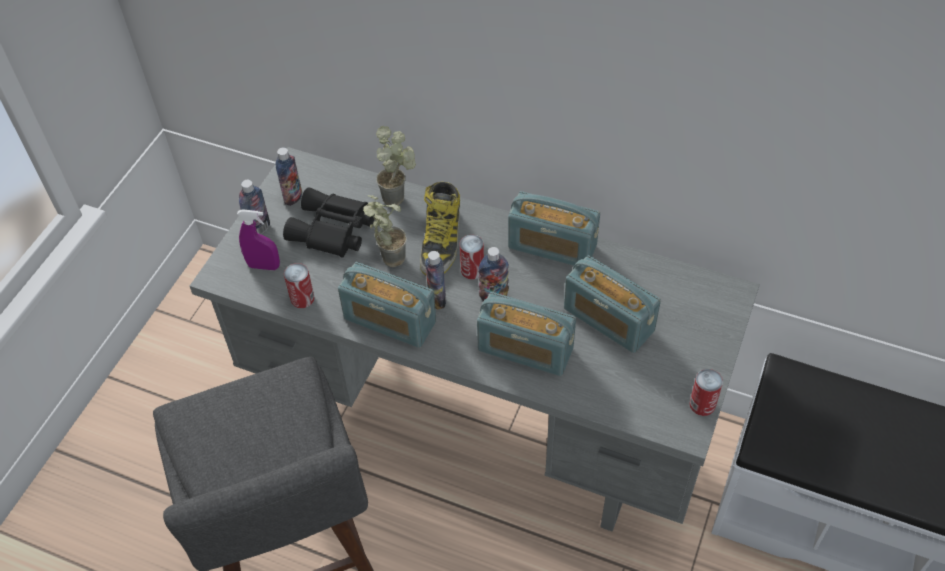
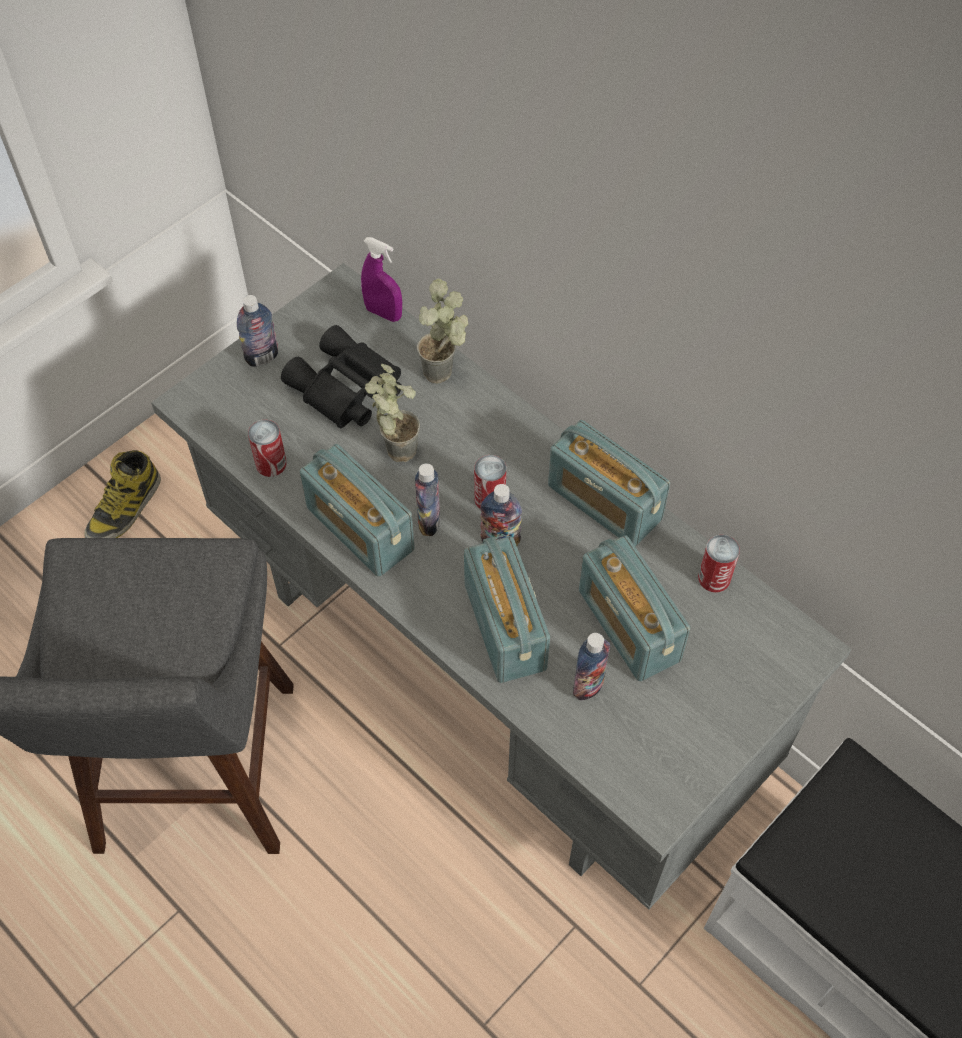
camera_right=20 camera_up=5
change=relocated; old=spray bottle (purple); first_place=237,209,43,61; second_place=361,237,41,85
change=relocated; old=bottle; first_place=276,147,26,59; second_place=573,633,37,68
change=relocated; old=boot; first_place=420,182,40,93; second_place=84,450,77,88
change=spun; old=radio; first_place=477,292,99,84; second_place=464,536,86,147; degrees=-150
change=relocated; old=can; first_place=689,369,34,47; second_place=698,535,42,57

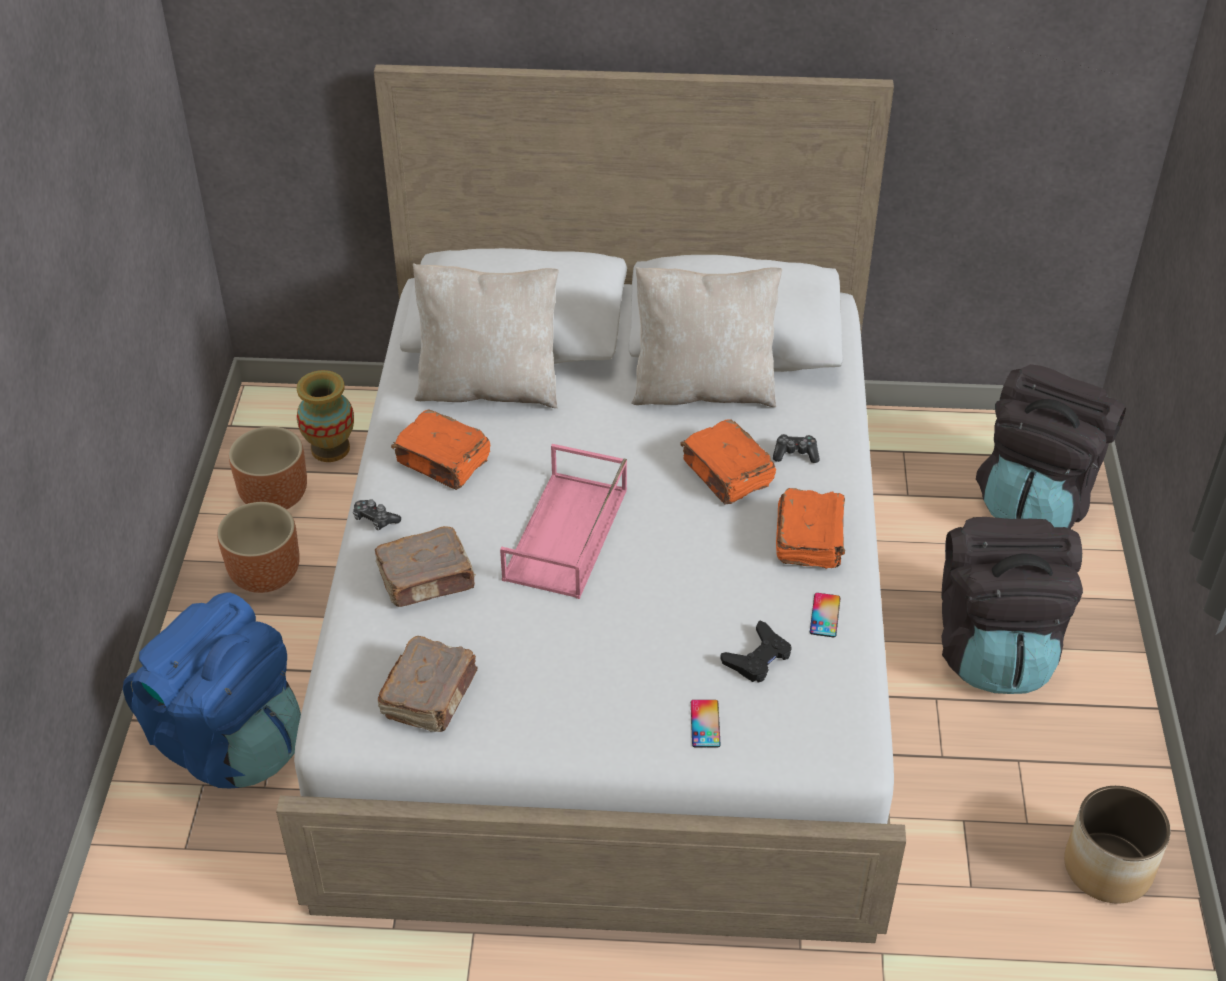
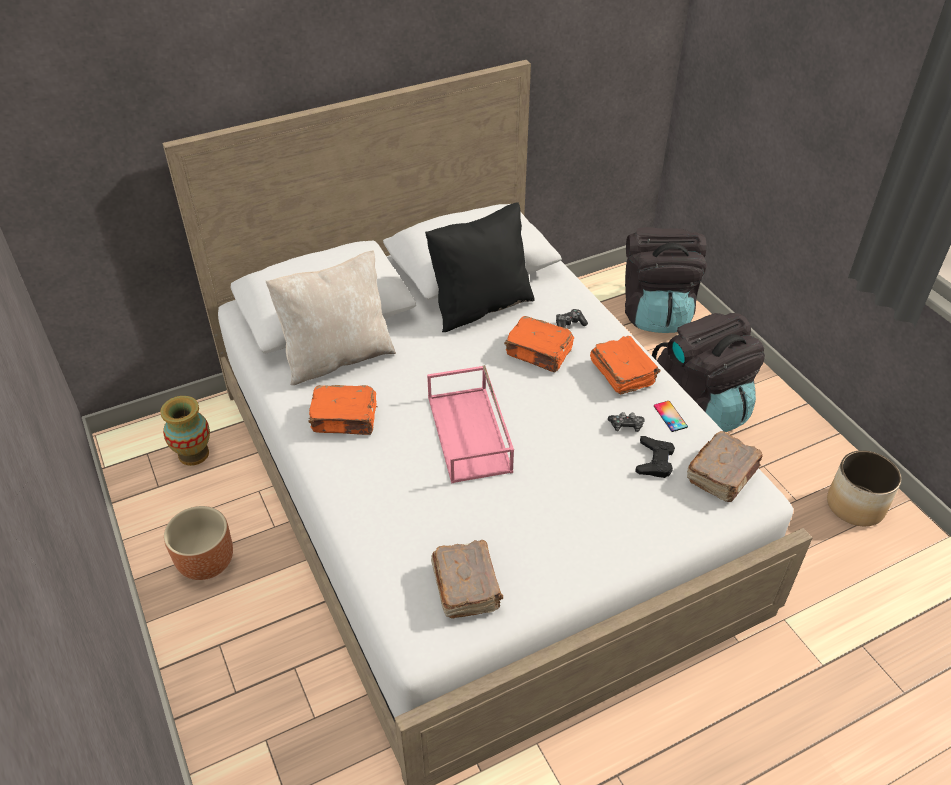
camera_right=-30 camera_up=0
change=missing; old=backpack (blue); first_place=123,592,178,196
change=missing; old=planter (brown); first_place=229,426,78,84
change=relocated; old=game controller; first_place=353,499,48,31; second_place=608,412,37,20
change=relocated; old=book (brown); first_place=375,526,101,81; second_place=687,431,76,71
change=colour; old=pillow (beige); new=pillow (black); first_place=631,267,151,140; second_place=425,202,110,130
change=missing; old=phone; first_place=691,700,30,48

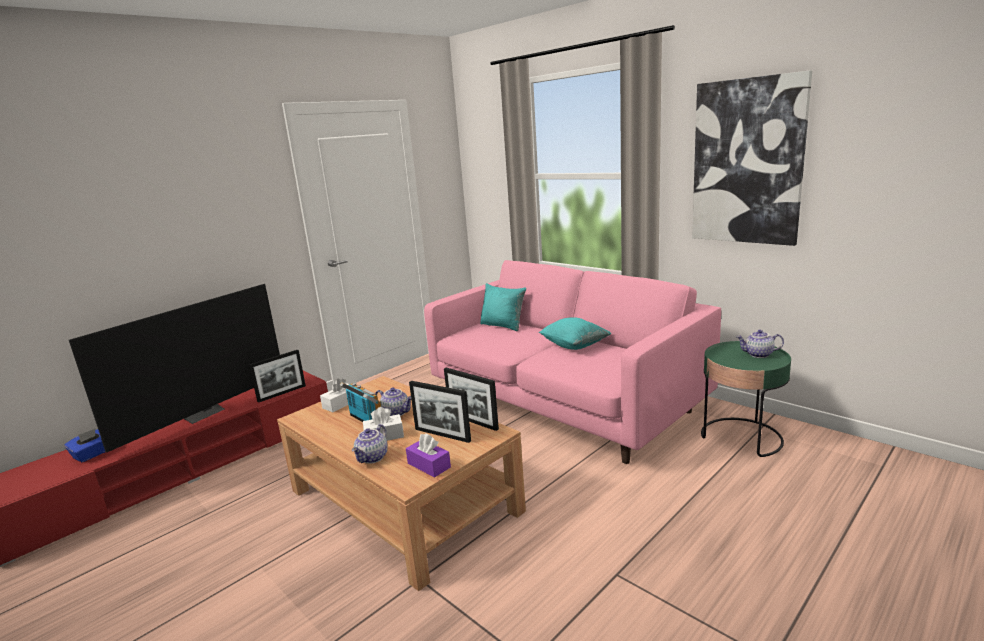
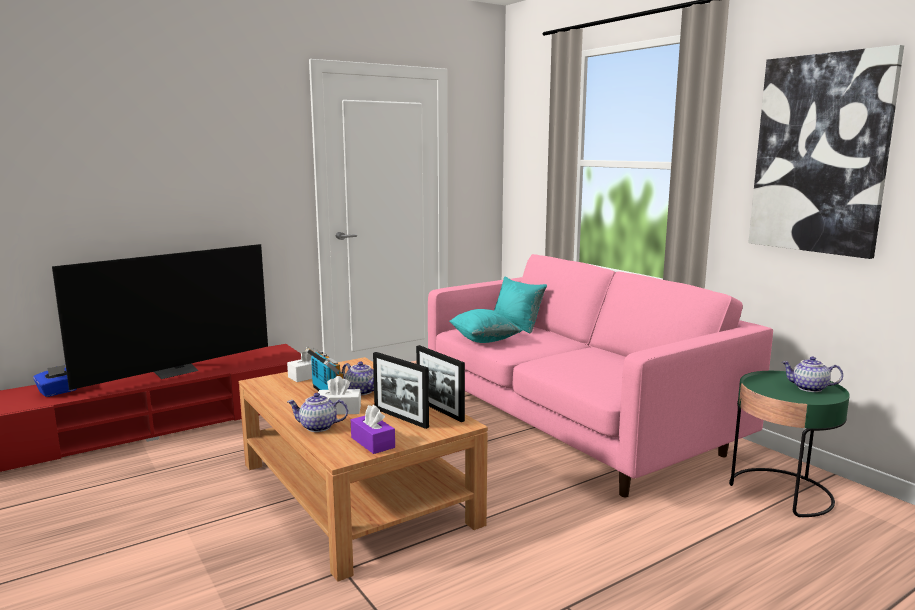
camera_right=10 camera_up=-5
change=missing; old=picture frame; first_place=249,350,57,53
change=spun; old=teapot; first_place=352,424,36,40; second_place=287,393,61,39; degrees=60
change=relocated; old=pillow (turquoise); first_place=539,317,72,33; second_place=449,309,74,34

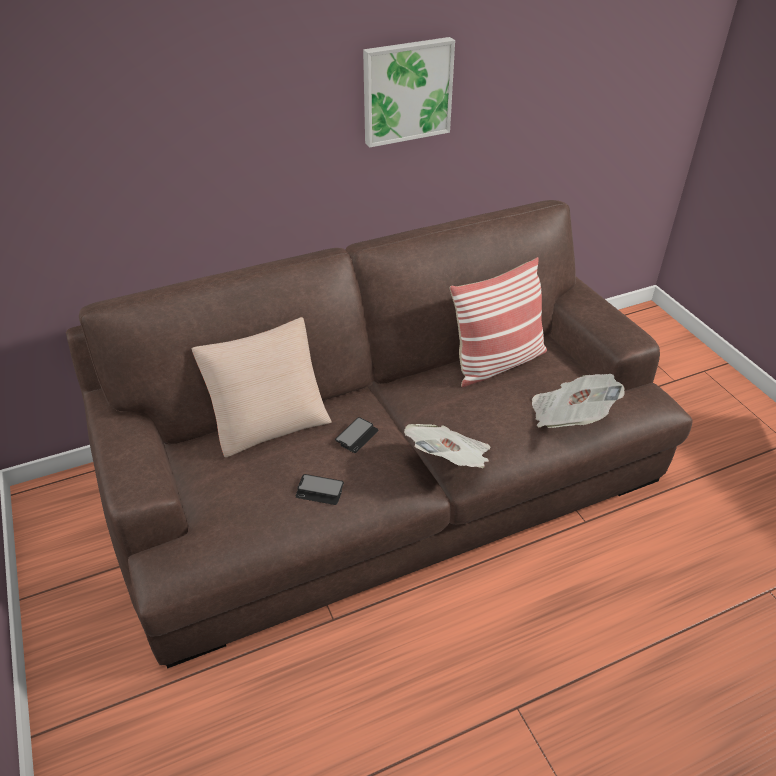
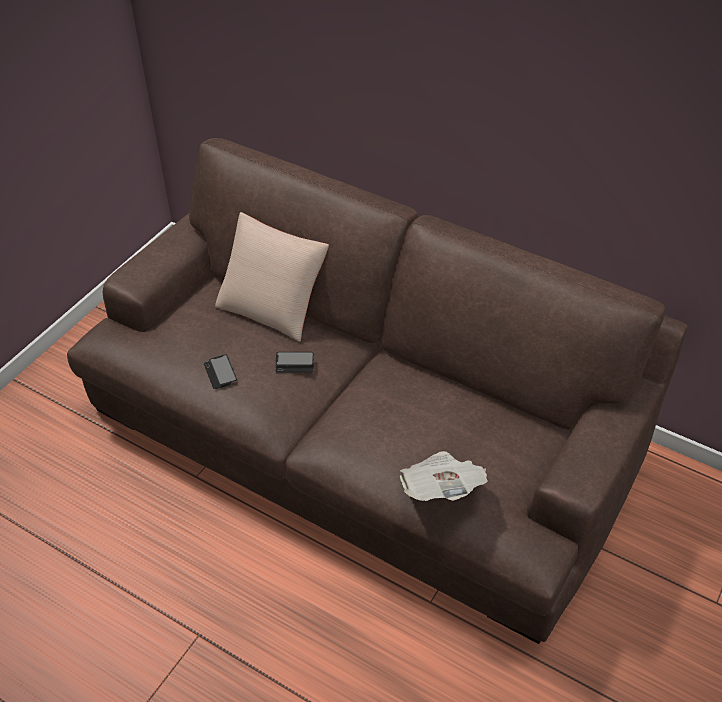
camera_right=55 camera_up=5
change=missing; old=picture; first_place=363,37,92,111
change=missing; old=newspaper; first_place=404,424,86,44
change=missing; old=pillow; first_place=449,257,98,130

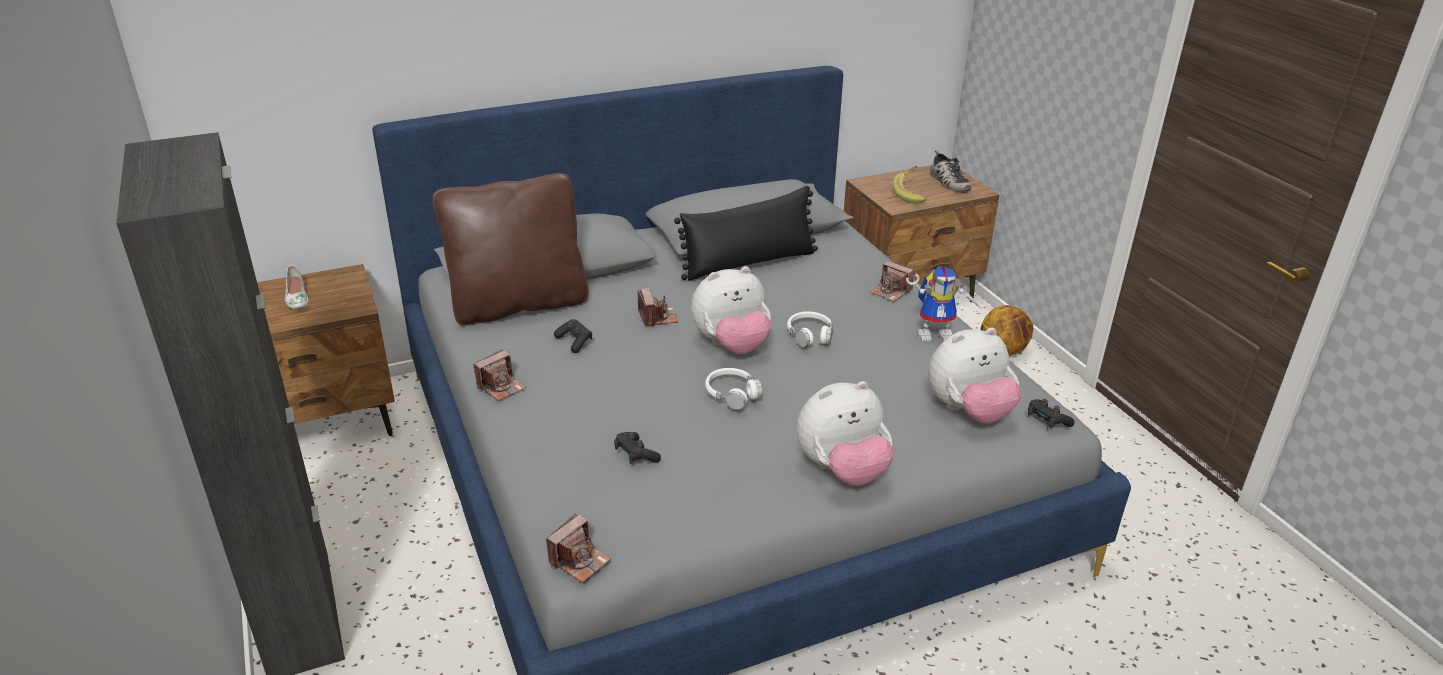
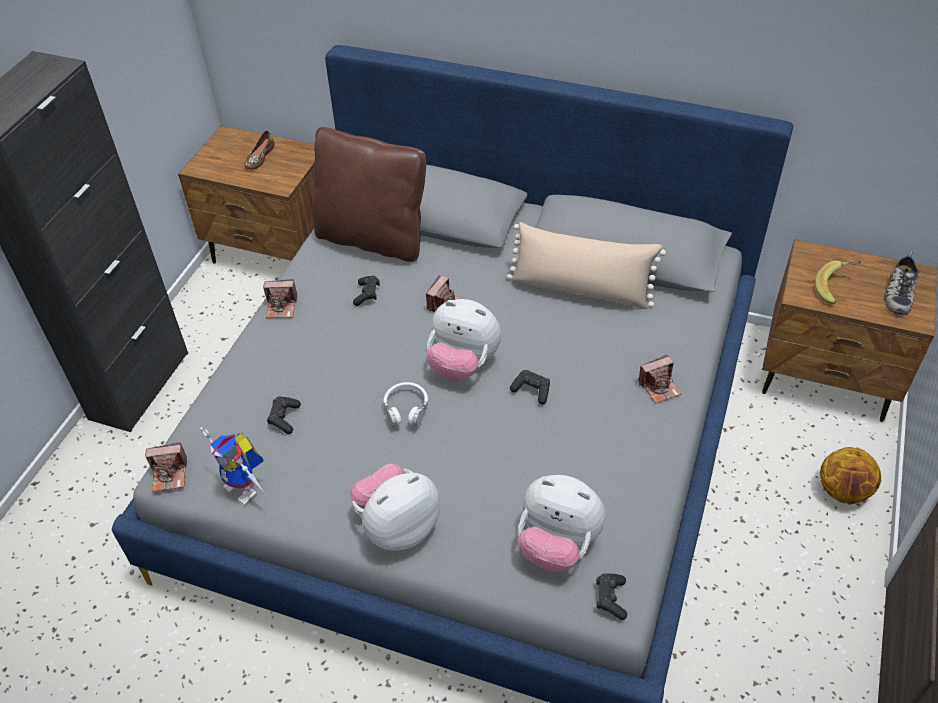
camera_right=45 camera_up=15
change=colour; old=shoe (white); new=shoe (brown); first_place=285,265,24,44; second_place=245,131,30,39
change=colour; old=pillow (black); new=pillow (beige); first_place=674,186,144,95; second_place=507,222,159,87
change=exchanged; old=headphones (white); new=game controller (black); first_place=787,311,46,36; second_place=510,370,40,34
change=spun; old=plush toy; first_place=796,381,98,105; second_place=350,464,90,87; degrees=120
change=spun; old=photo camera; first_place=870,261,45,41; second_place=638,355,43,49; degrees=-105
change=relocated; old=toy robot; first_place=906,266,75,75; second_place=200,427,65,78

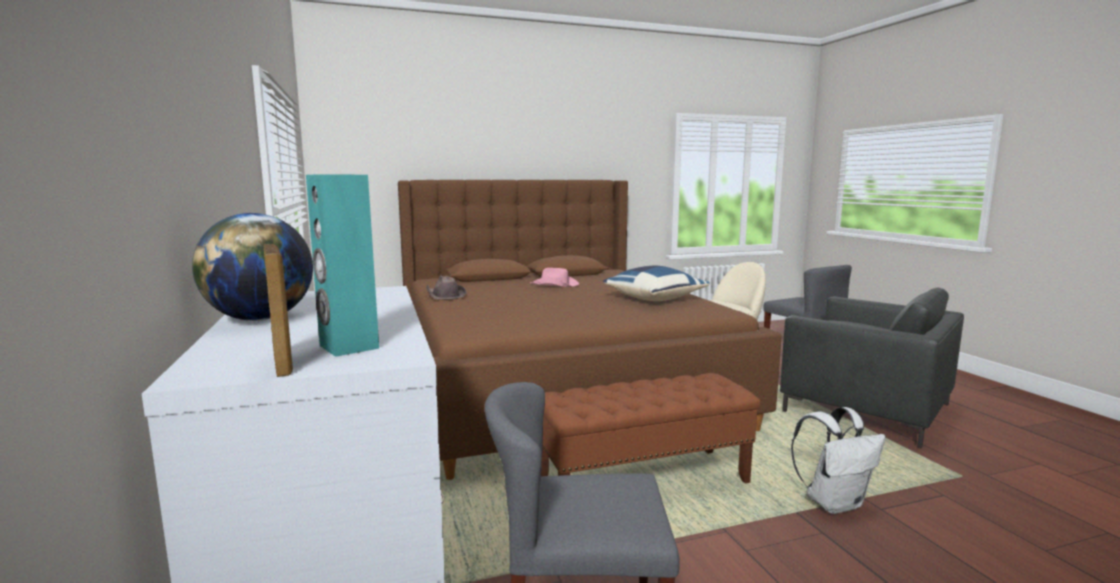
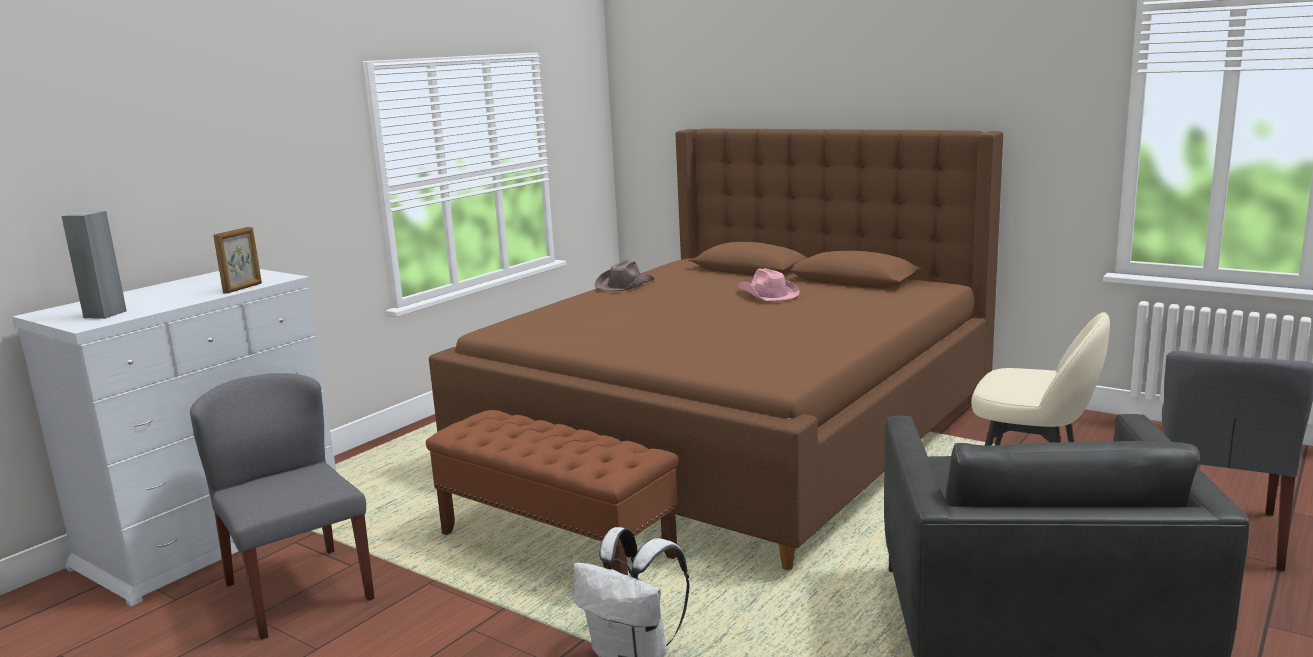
camera_right=55 camera_up=5
change=missing; old=globe; first_place=192,213,121,108
change=relocated; old=picture frame; first_place=263,244,30,133; second_place=213,227,49,67
change=colour; old=speaker (turquoise); new=speaker (grey); first_place=306,174,73,183; second_place=61,211,66,108
change=missing; old=pillow (blue); first_place=603,266,107,35

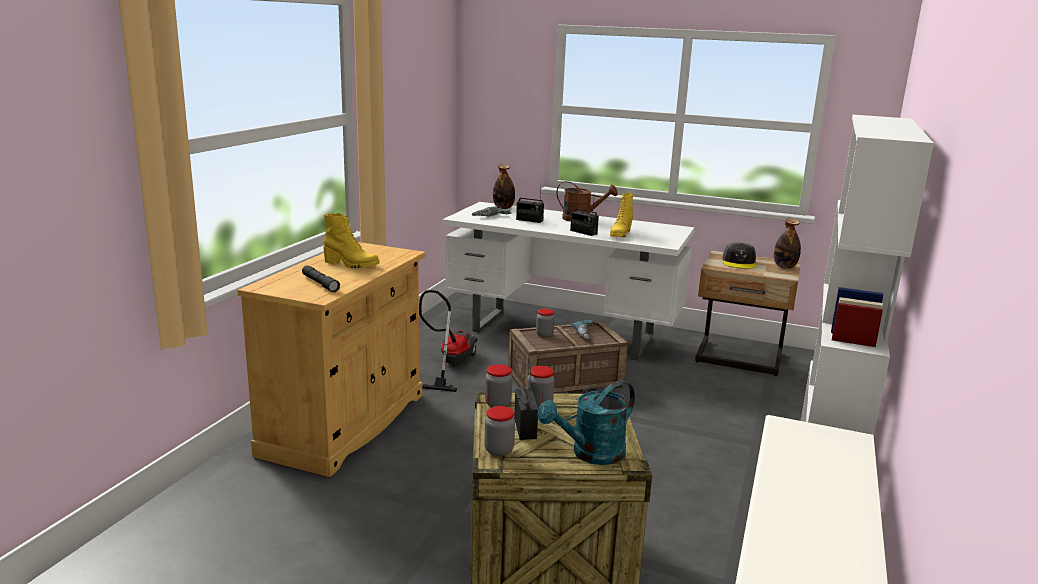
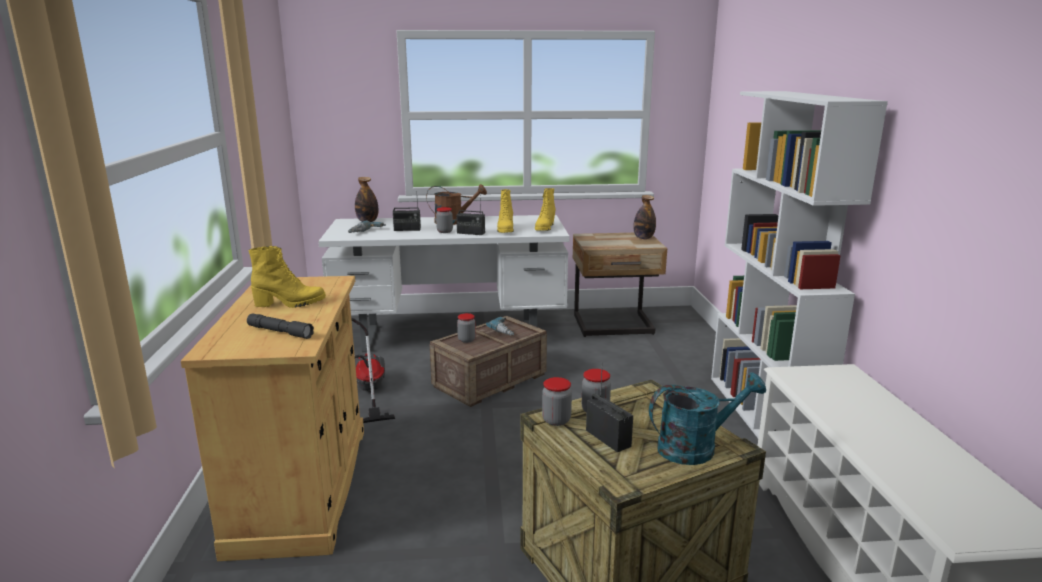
camera_right=-25 camera_up=0
change=relocated; old=jar; first_place=484,406,31,50; second_place=436,207,17,26
change=spun; old=watering can (turquoise); first_place=537,380,98,85; second_place=649,372,117,93; degrees=-135
change=missing; old=cap (grey); first_place=723,242,33,27
change=appeared; new=boot (yellow); second_place=535,188,21,43

